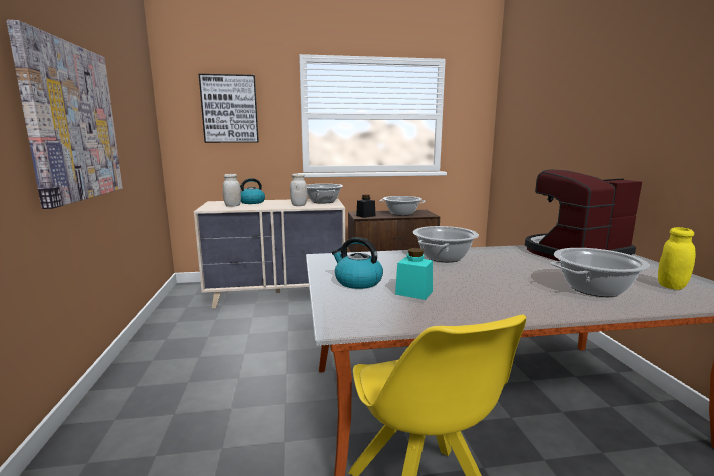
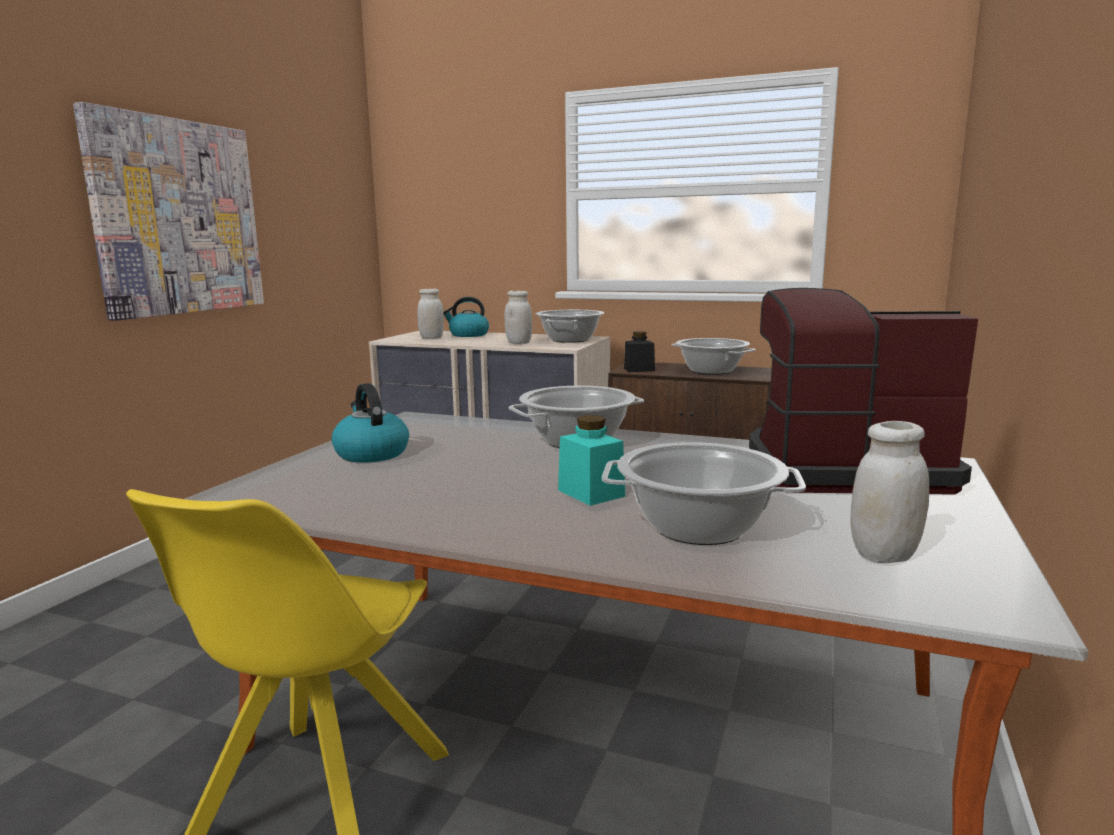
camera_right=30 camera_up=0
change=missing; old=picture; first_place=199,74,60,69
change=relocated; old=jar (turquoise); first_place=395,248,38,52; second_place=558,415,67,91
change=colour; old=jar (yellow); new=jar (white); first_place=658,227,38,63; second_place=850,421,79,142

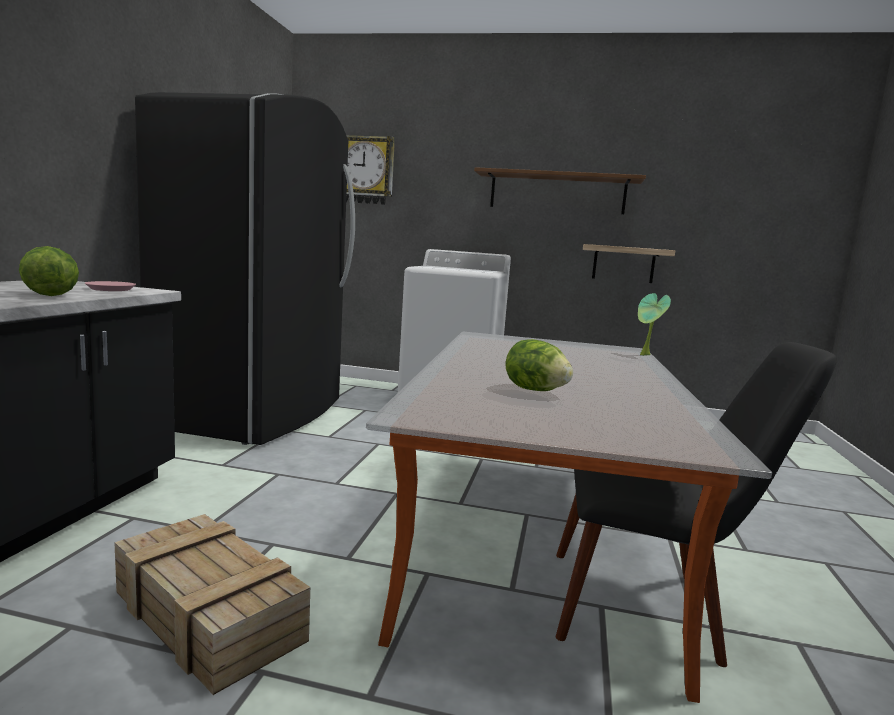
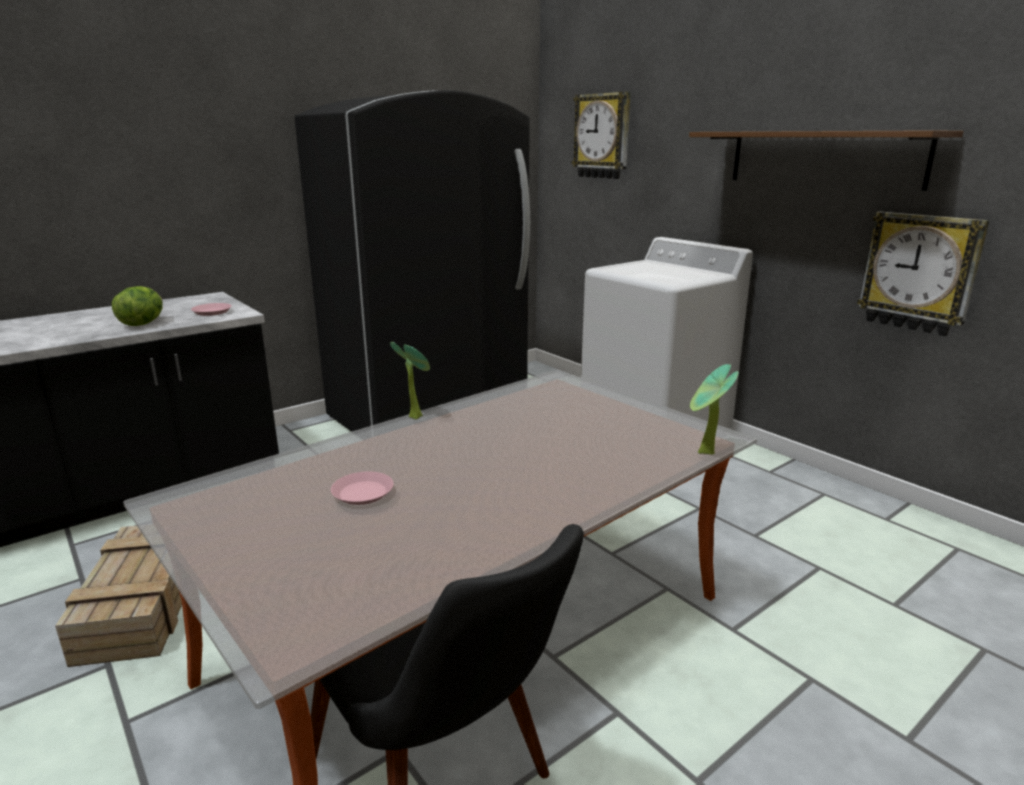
camera_right=40 camera_up=10
change=exchanged; old=lettuce; new=plate (pink); first_place=506,339,67,52; second_place=331,472,63,33
change=exchanged; old=shelf; new=wall clock; first_place=583,244,92,39; second_place=857,212,133,124
change=appeared; new=potted plant; second_place=390,342,40,77

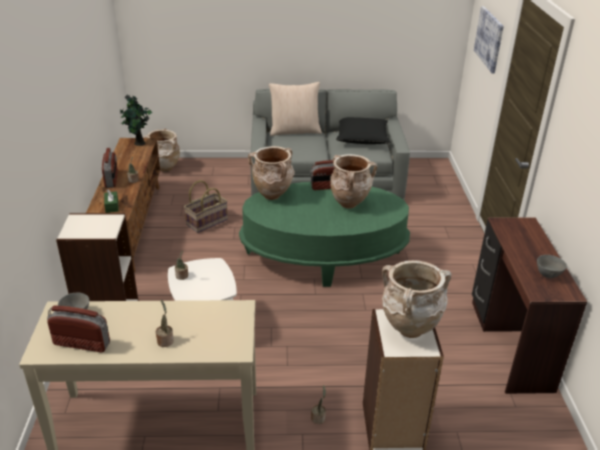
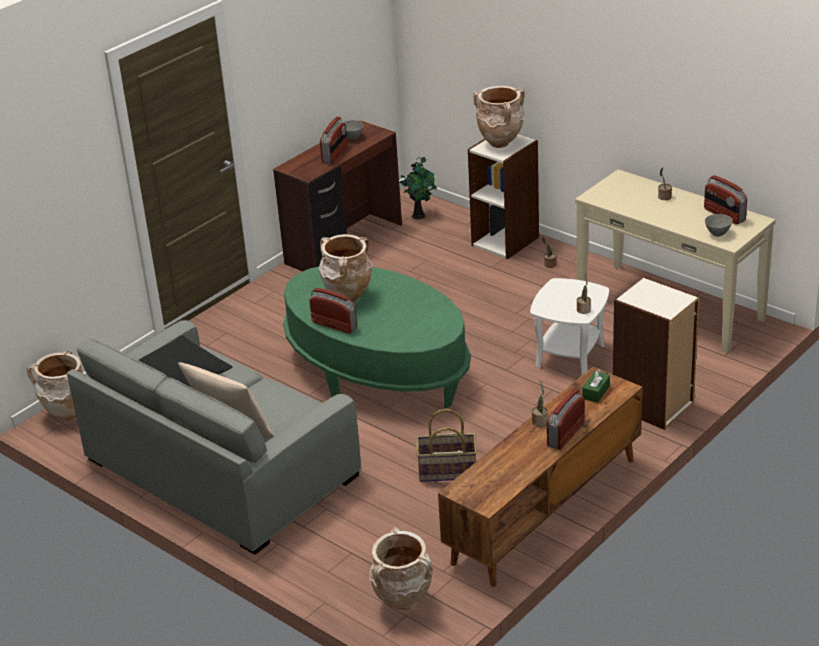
camera_right=-135 camera_up=0
change=relocated; old=potted plant; first_place=120,95,32,51; second_place=399,157,38,62
change=relocated; old=vase (beige); first_place=248,146,47,54; second_place=27,350,56,71
change=missing; old=picture; first_place=474,6,30,67
change=appeared; new=radio; second_place=320,116,28,48

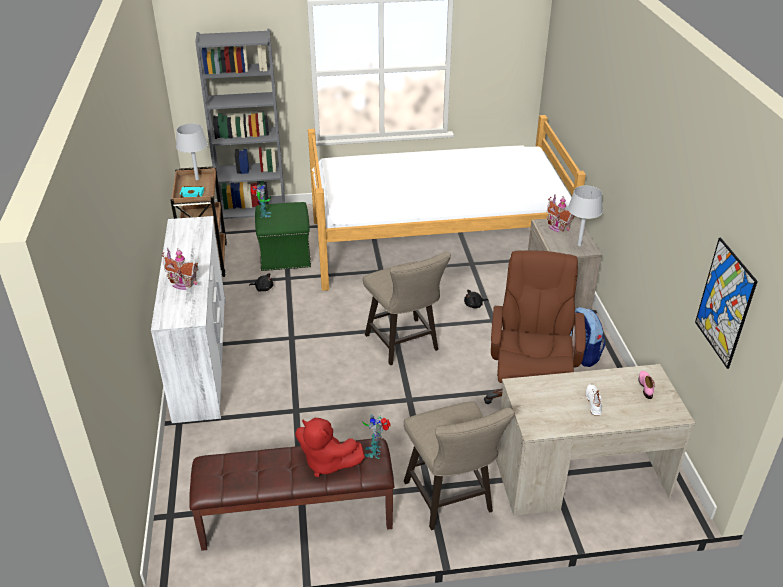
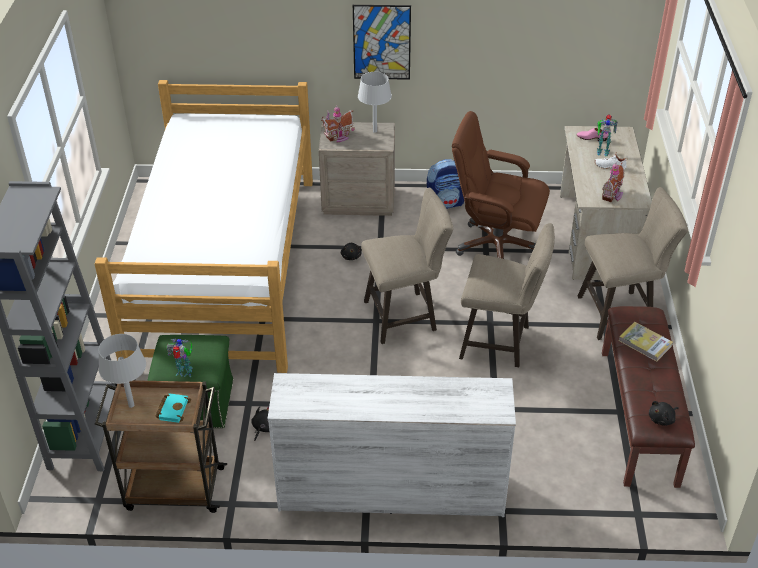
camera_right=-80 camera_up=5
change=relocated; old=toy house; first_place=162,248,37,42; second_place=602,162,22,40
change=exchanged; old=plush toy (red); new=book; first_place=295,418,70,59; second_place=619,322,54,40
change=relocated; old=toy robot; first_place=363,414,28,45; second_place=597,114,21,42
change=relocated; old=picture; first_place=695,238,63,131; second_place=353,5,58,75
change=appeared; new=stool (beige); second_place=459,223,96,144
change=appeared; new=plush toy (black); second_place=649,401,30,25

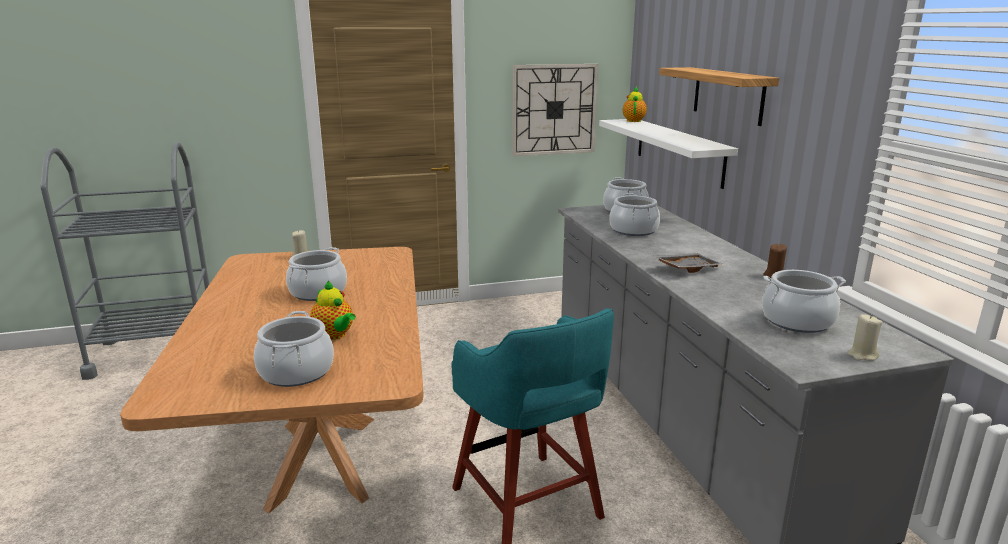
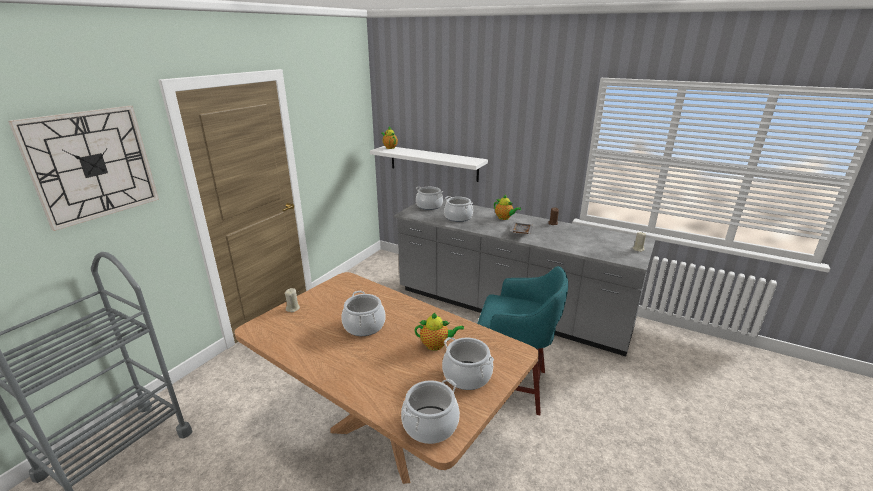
camera_right=-45 camera_up=5
change=relocated; old=wall clock; first_place=512,64,86,92; second_place=8,106,151,125
change=missing; old=shelf; first_place=659,67,120,59
change=relocated; old=cooking pot; first_place=762,270,84,63; second_place=401,379,59,65
change=appeared; new=teapot; second_place=494,194,27,26

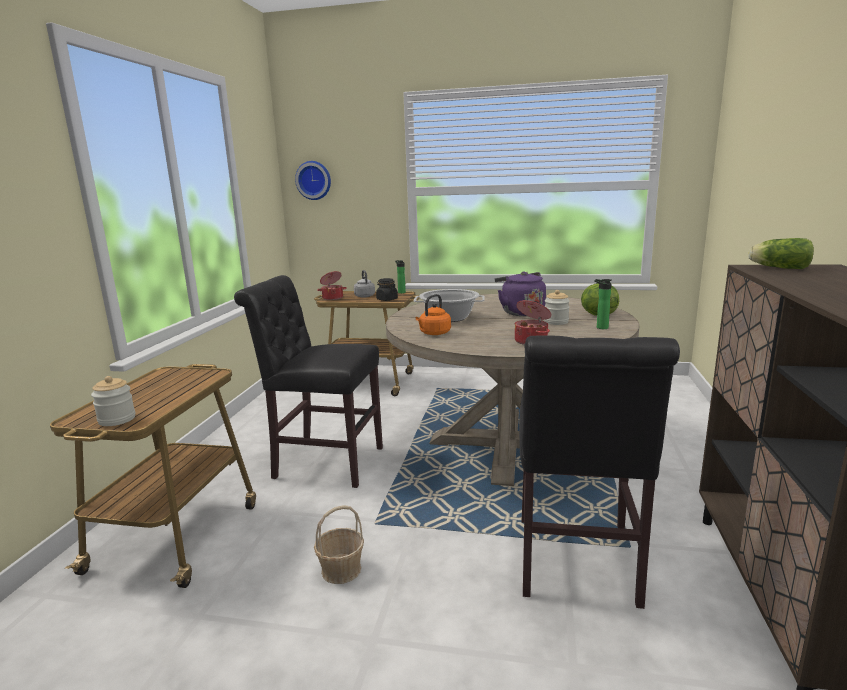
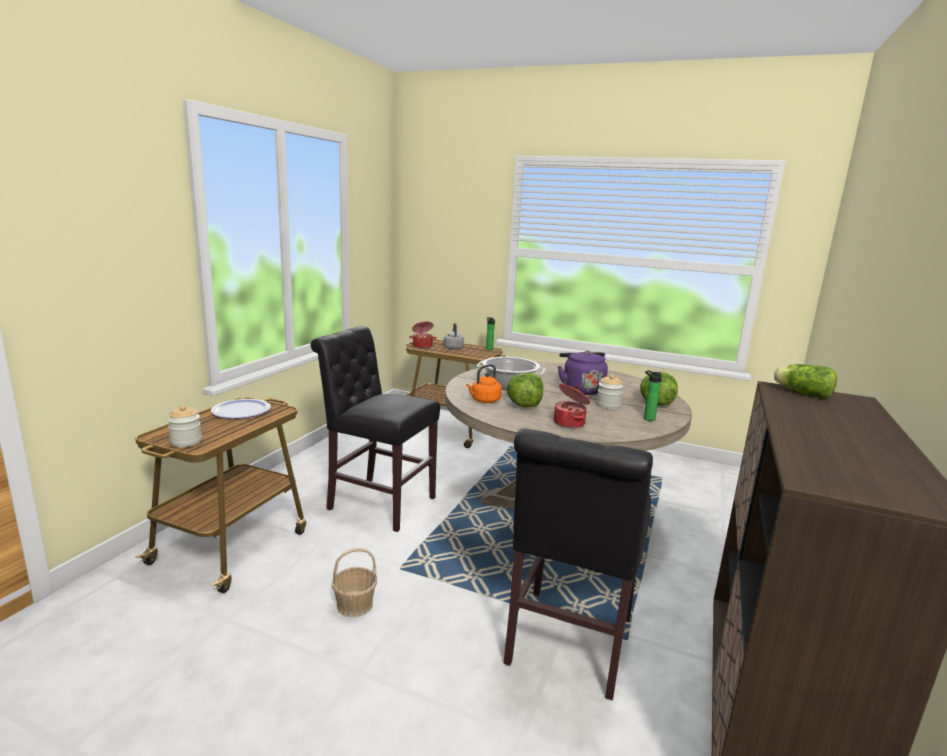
camera_right=10 camera_up=0
change=missing; old=wall clock; first_place=295,161,36,39
change=missing; old=jar (black); first_place=376,278,22,23
change=appeared; new=plate; second_place=211,399,60,20
change=appeared; new=lettuce; second_place=507,373,36,34

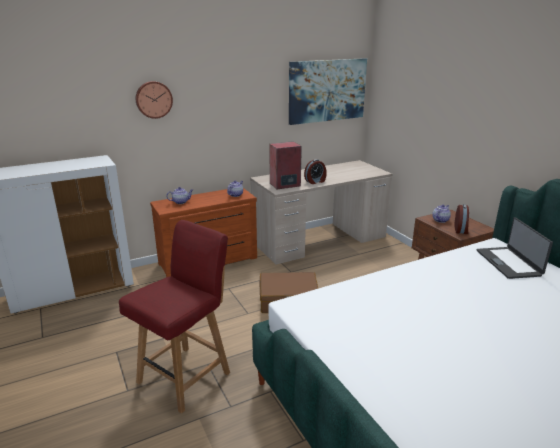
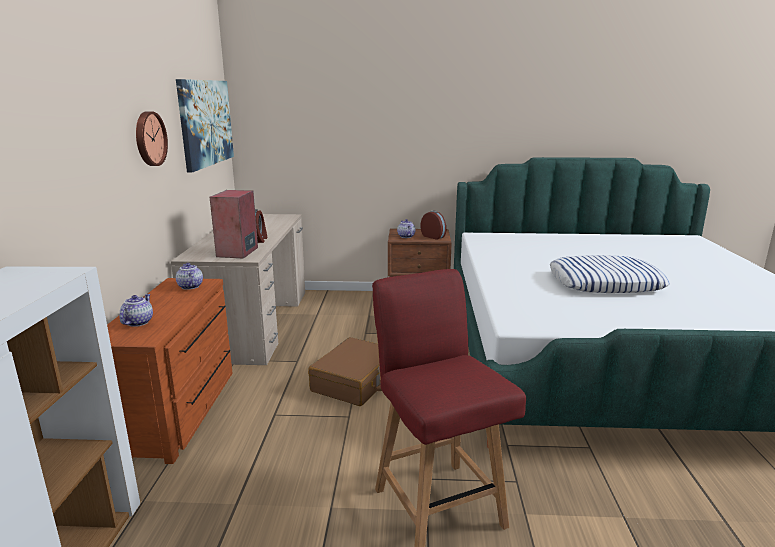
camera_right=-60 camera_up=-5
change=relocated; old=wall clock; first_place=136,81,37,38; second_place=136,111,32,55
change=missing; old=laptop; first_place=477,217,76,62
change=appeared; new=pillow; second_place=550,255,120,38

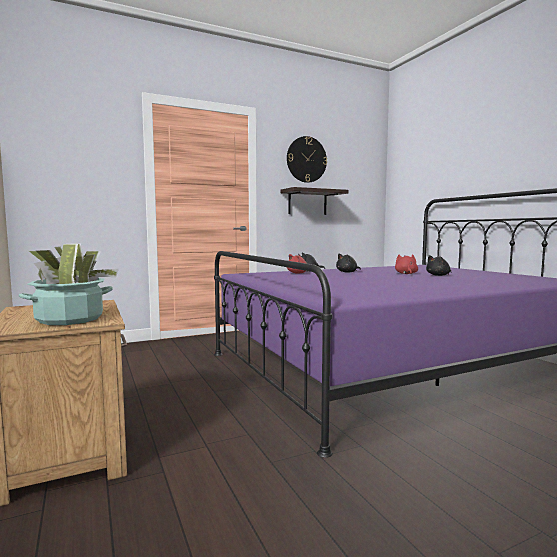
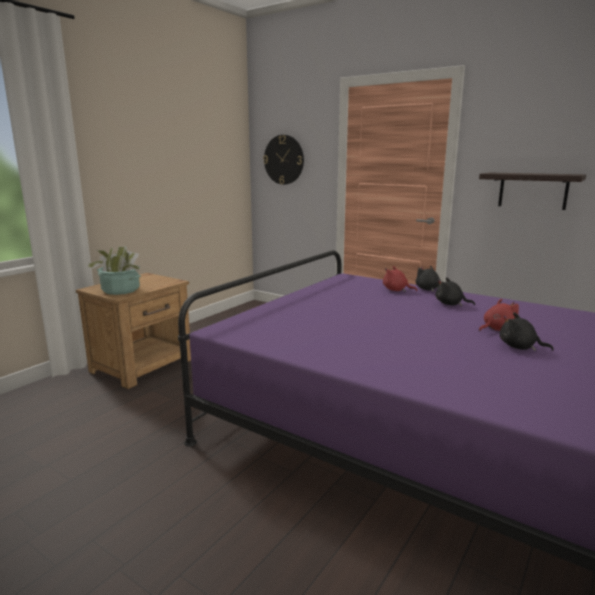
camera_right=60 camera_up=10
change=relocated; old=wall clock; first_place=287,136,40,47; second_place=263,135,41,50

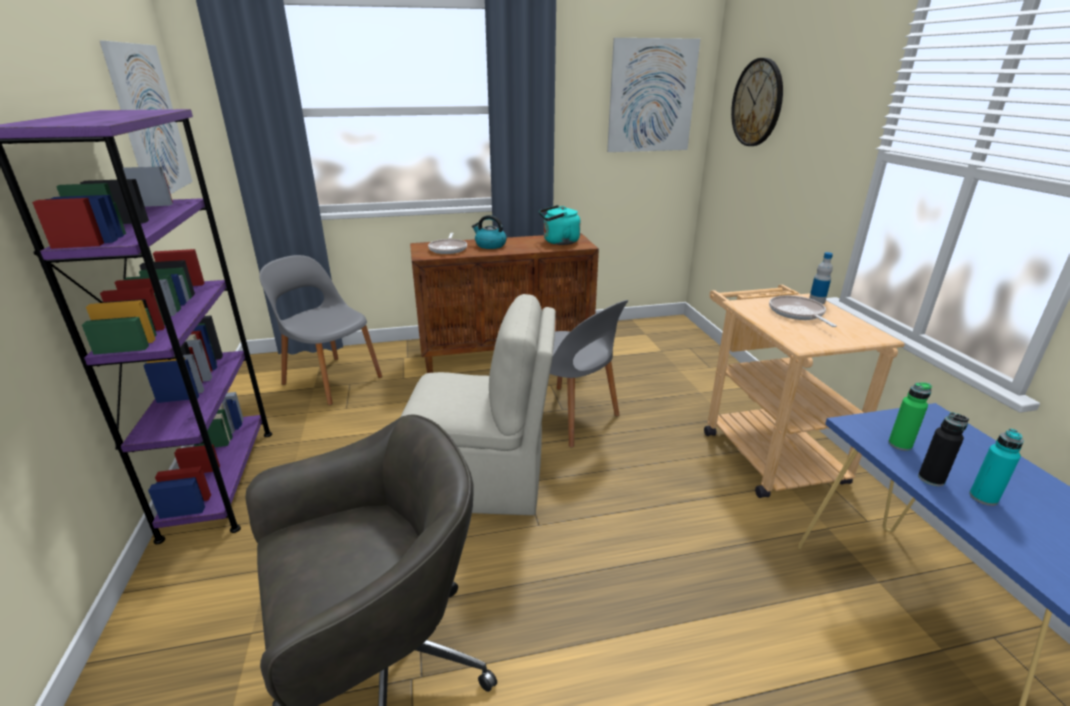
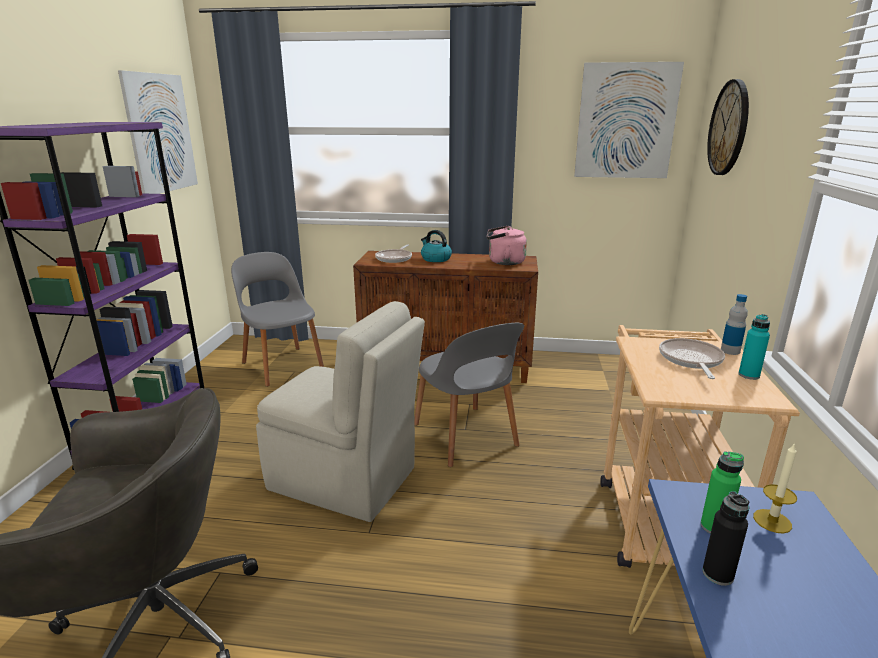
camera_right=20 camera_up=-5
change=colour; old=kettle (turquoise); new=kettle (pink); first_place=539,205,41,40; second_place=487,226,40,39
change=relocated; old=bottle (turquoise); first_place=969,429,55,77; second_place=738,314,32,66
change=appeared; new=candle; second_place=753,444,44,90

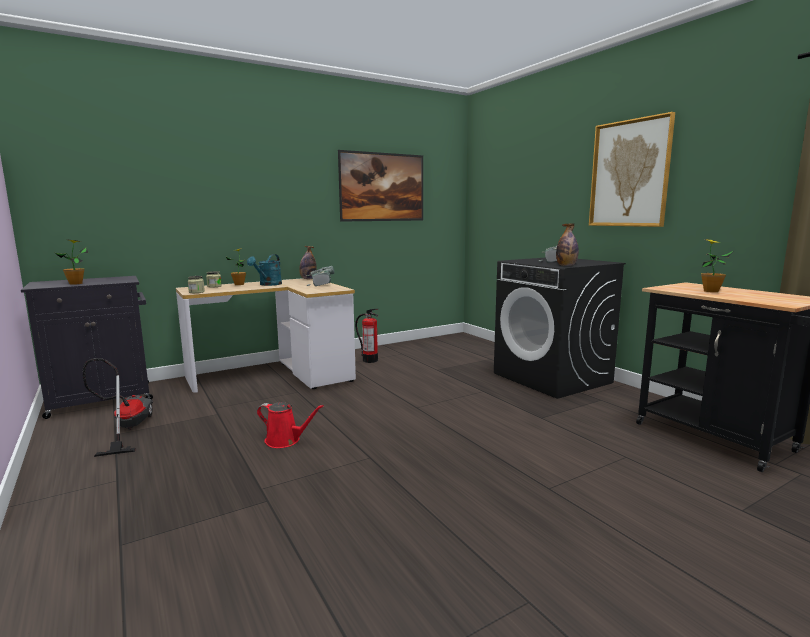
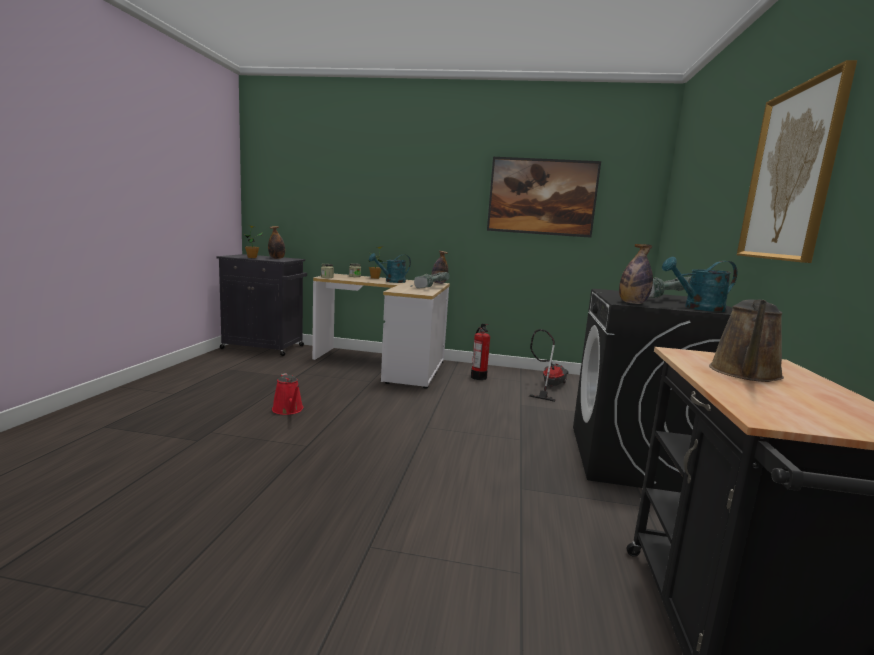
camera_right=40 camera_up=0
change=relocated; old=vacuum cleaner; first_place=83,358,70,99; second_place=529,329,39,73
change=exchanged; old=potted plant; new=watering can (brown); first_place=701,239,32,53; second_place=709,299,75,83
change=appeared; new=bottle; second_place=268,226,17,33
change=appeared; new=watering can (turquoise); second_place=662,257,75,55

